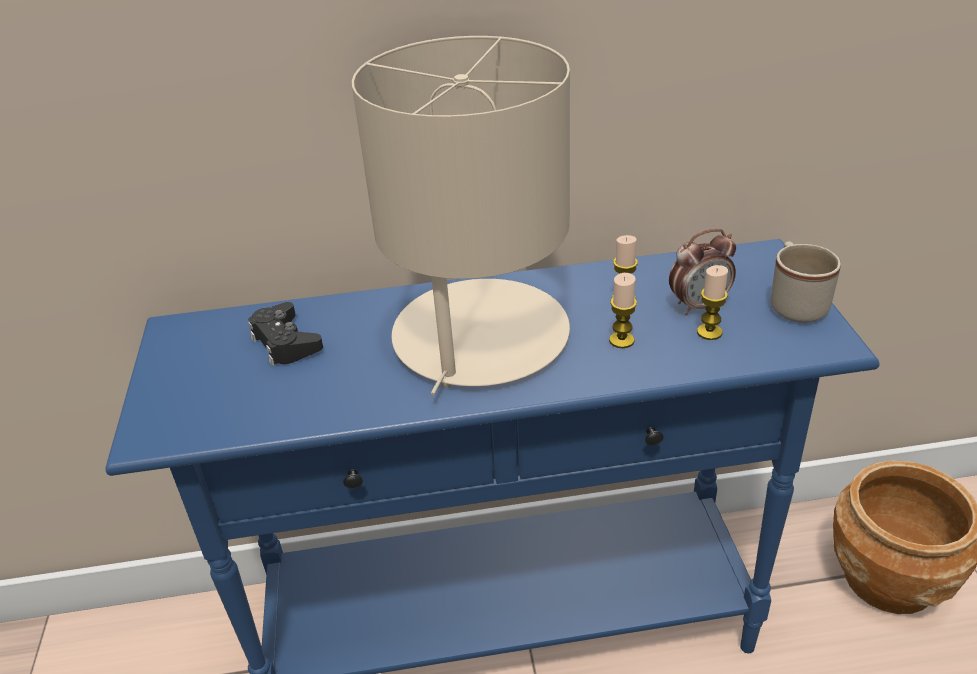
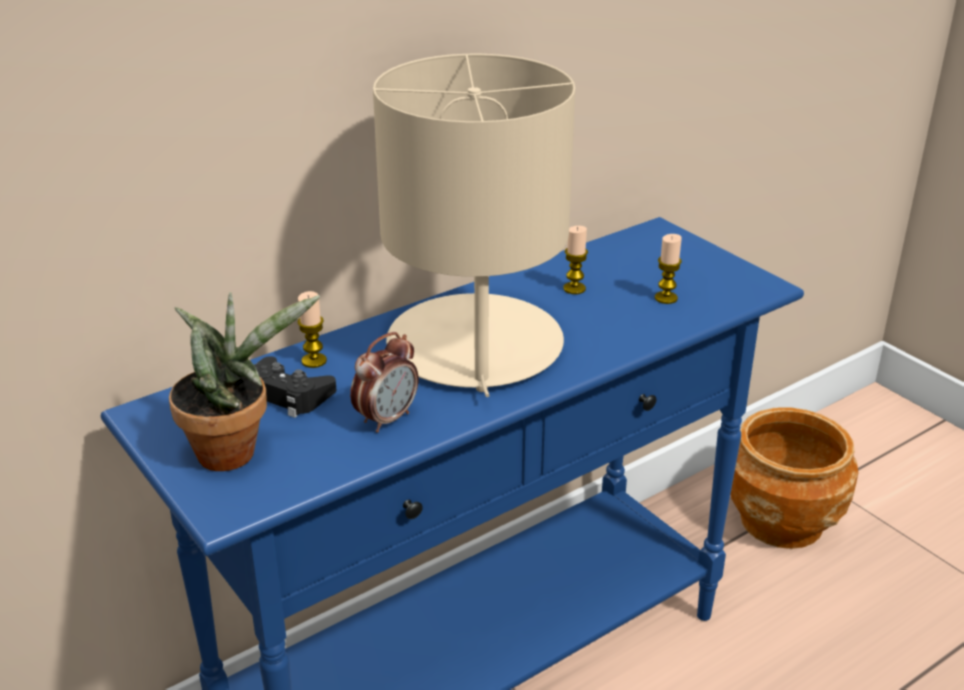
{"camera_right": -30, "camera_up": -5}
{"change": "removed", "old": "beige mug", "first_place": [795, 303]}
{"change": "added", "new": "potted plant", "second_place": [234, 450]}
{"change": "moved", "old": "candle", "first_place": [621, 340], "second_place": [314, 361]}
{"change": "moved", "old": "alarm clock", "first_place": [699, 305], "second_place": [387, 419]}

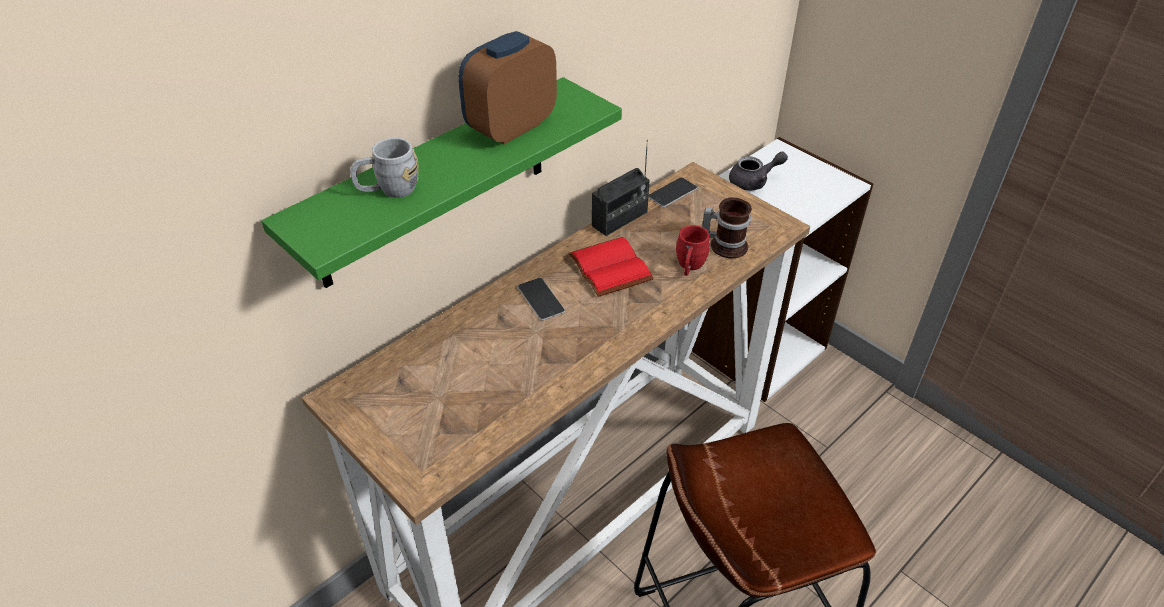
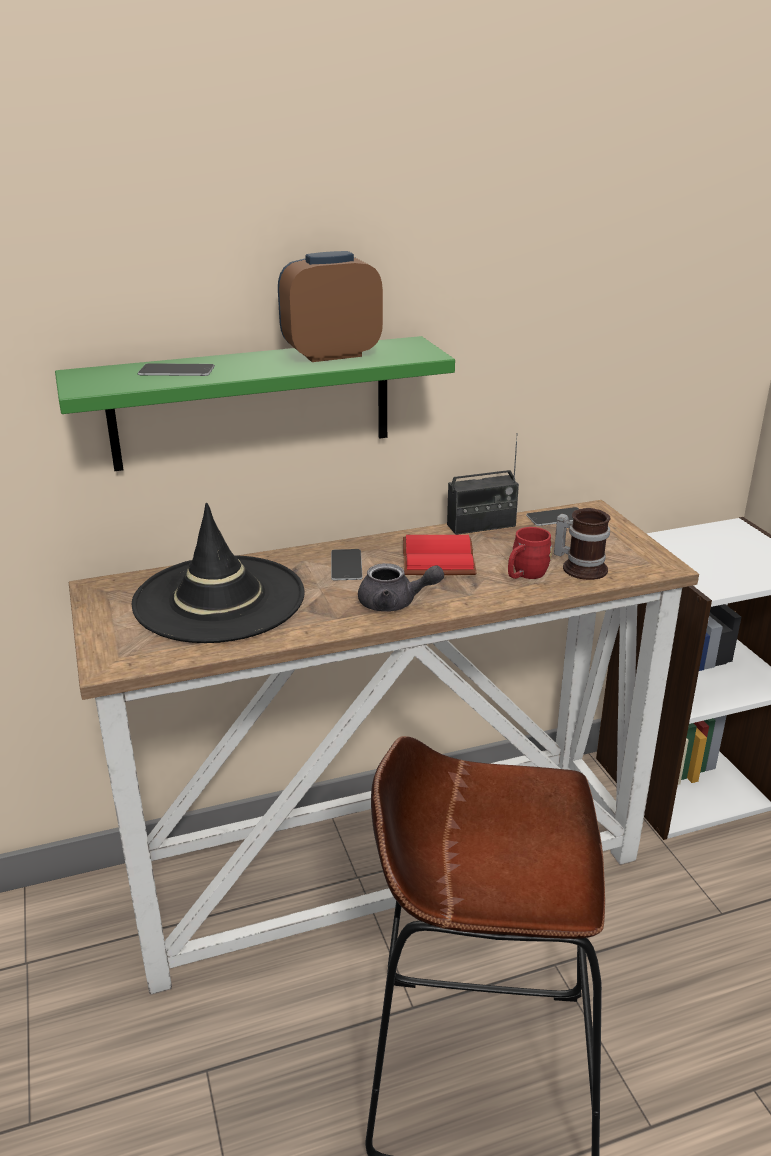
{"camera_right": 25, "camera_up": -15}
{"change": "added", "new": "black hat", "second_place": [219, 599]}
{"change": "moved", "old": "grey teapot", "first_place": [754, 182], "second_place": [395, 603]}
{"change": "replaced", "old": "grey mug", "new": "phone", "first_place": [389, 190], "second_place": [176, 370]}

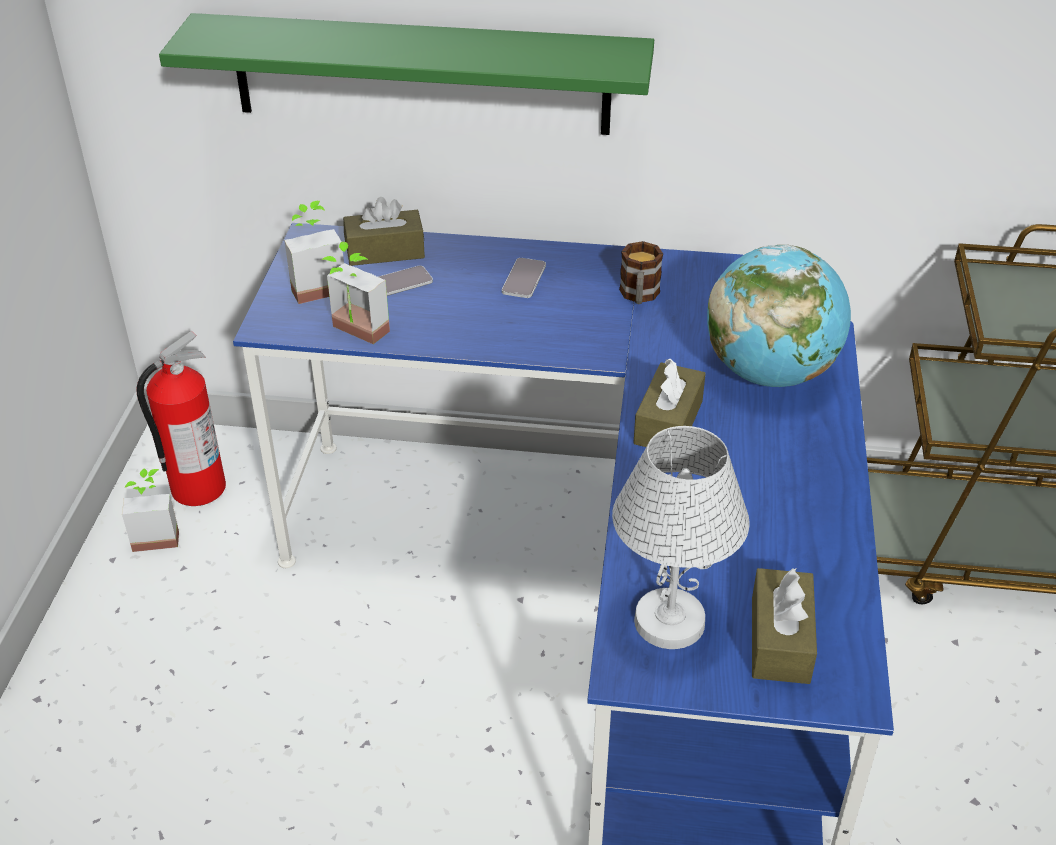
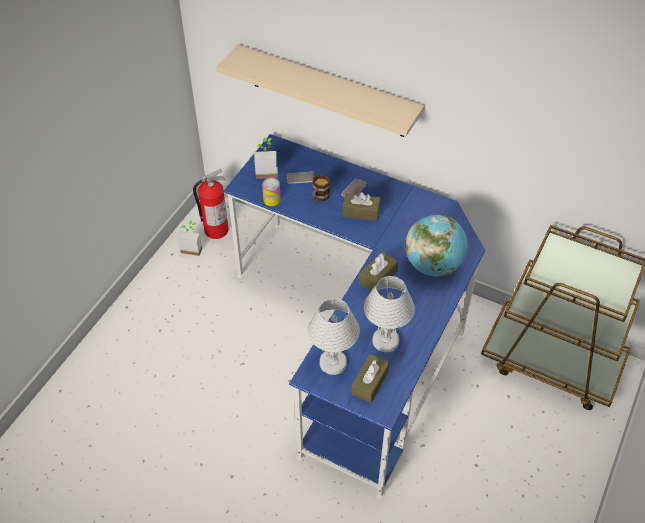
{"camera_right": 20, "camera_up": 10}
{"change": "added", "new": "white table lamp", "second_place": [386, 340]}
{"change": "moved", "old": "brown tissue box", "first_place": [385, 251], "second_place": [361, 212]}
{"change": "moved", "old": "mug", "first_place": [639, 296], "second_place": [319, 197]}
{"change": "replaced", "old": "potted plant", "new": "can", "first_place": [354, 334], "second_place": [272, 200]}
{"change": "recoloured", "old": "green shelf", "new": "beige shelf", "first_place": [421, 74], "second_place": [327, 92]}

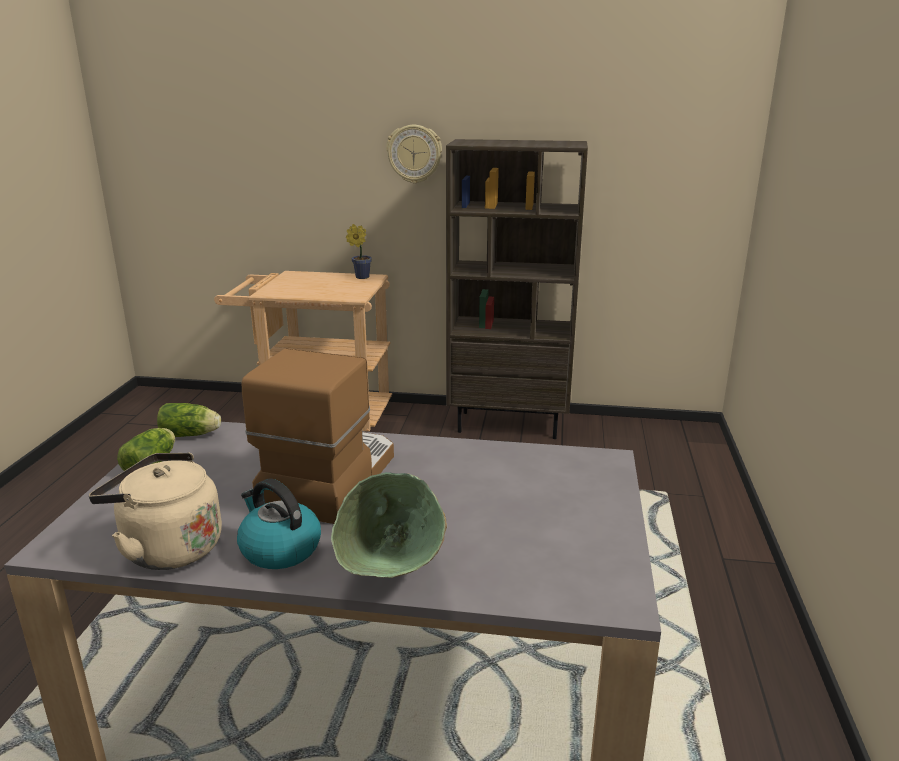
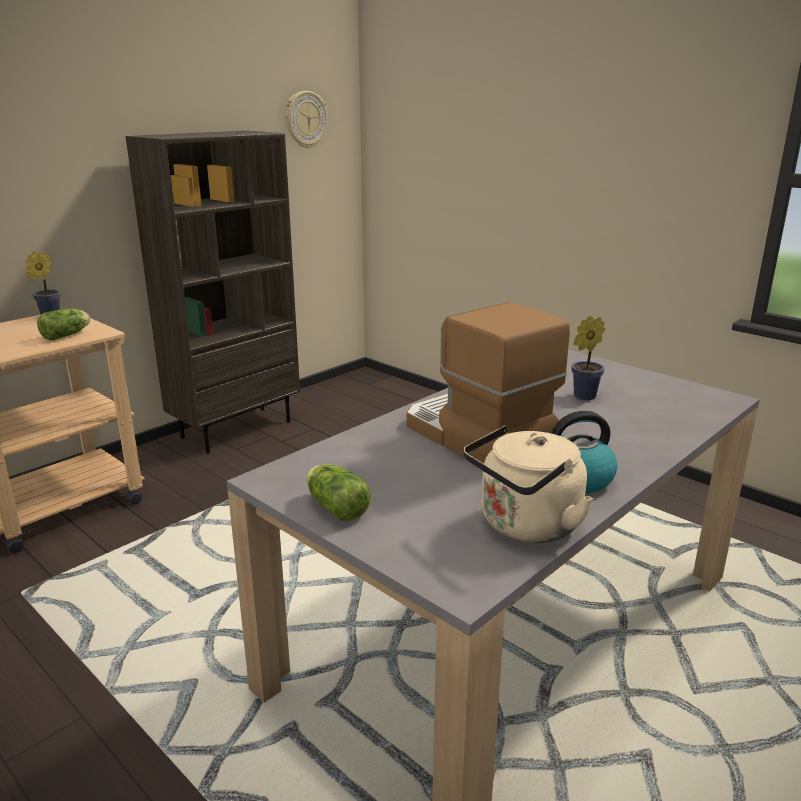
{"camera_right": -55, "camera_up": 0}
{"change": "removed", "old": "green bowl", "first_place": [395, 578]}
{"change": "added", "new": "potted plant", "second_place": [581, 396]}
{"change": "moved", "old": "lettuce", "first_place": [192, 435], "second_place": [67, 335]}
{"change": "moved", "old": "wall clock", "first_place": [414, 154], "second_place": [305, 119]}

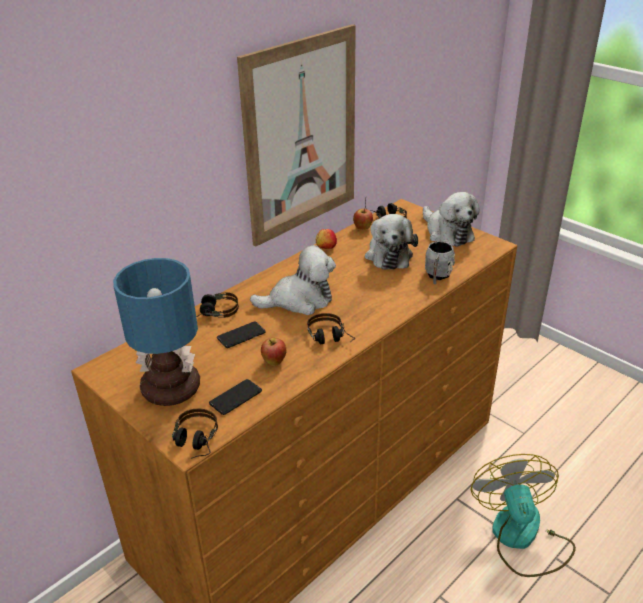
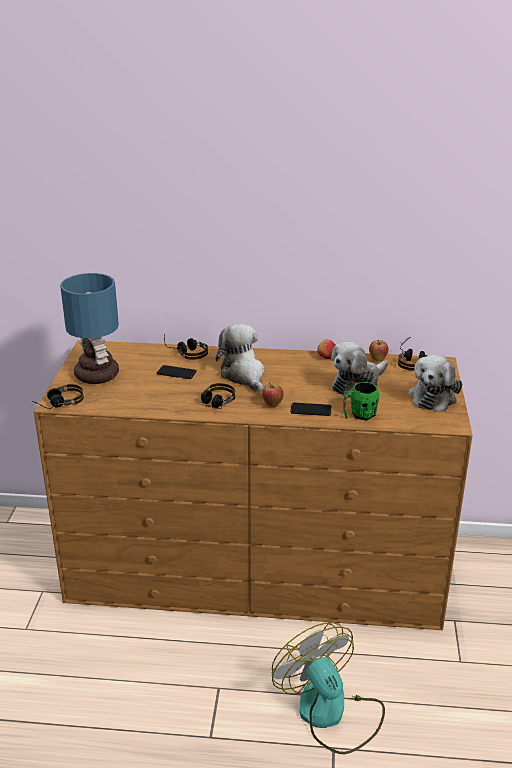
{"camera_right": 50, "camera_up": -5}
{"change": "removed", "old": "picture", "first_place": [301, 136]}
{"change": "moved", "old": "phone", "first_place": [235, 397], "second_place": [311, 410]}
{"change": "moved", "old": "apple", "first_place": [274, 362], "second_place": [272, 405]}
{"change": "recoloured", "old": "grey mug", "new": "green mug", "first_place": [437, 276], "second_place": [359, 415]}
{"change": "turned", "old": "plush toy", "first_place": [299, 300], "second_place": [243, 375], "degrees": -150}
{"change": "turned", "old": "fan", "first_place": [521, 537], "second_place": [331, 713], "degrees": -75}

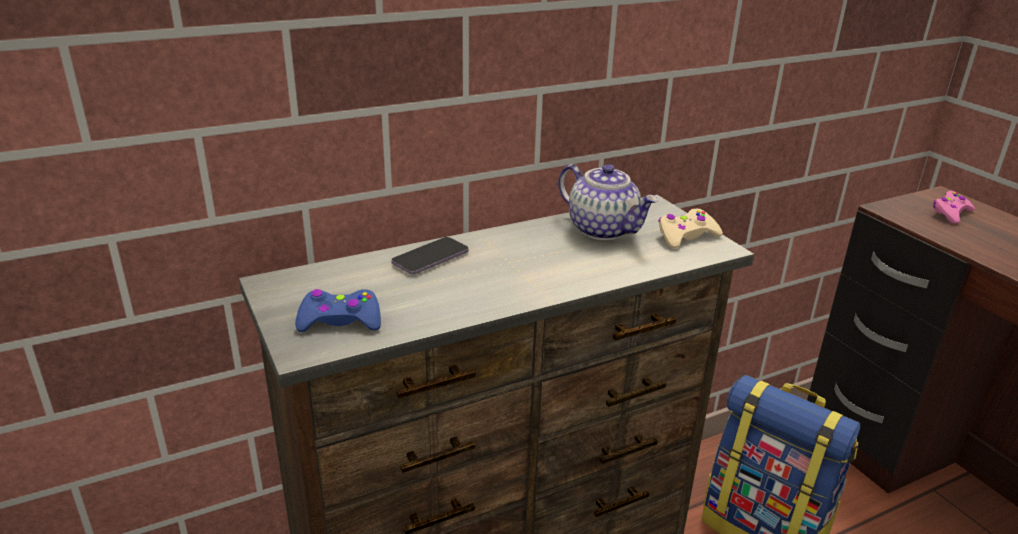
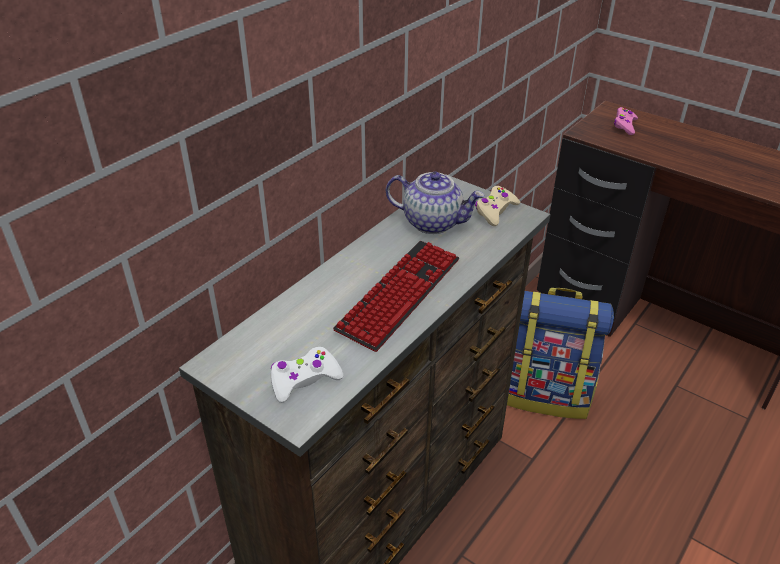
{"camera_right": -25, "camera_up": 10}
{"change": "removed", "old": "phone", "first_place": [430, 258]}
{"change": "added", "new": "keyboard", "second_place": [400, 295]}
{"change": "recoloured", "old": "blue game controller", "new": "white game controller", "first_place": [340, 321], "second_place": [304, 380]}

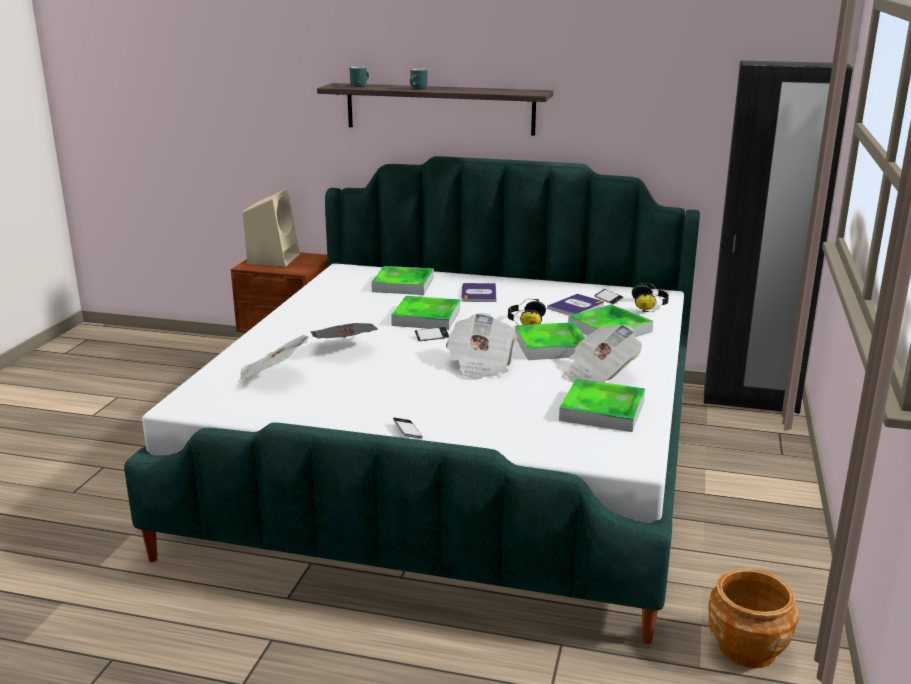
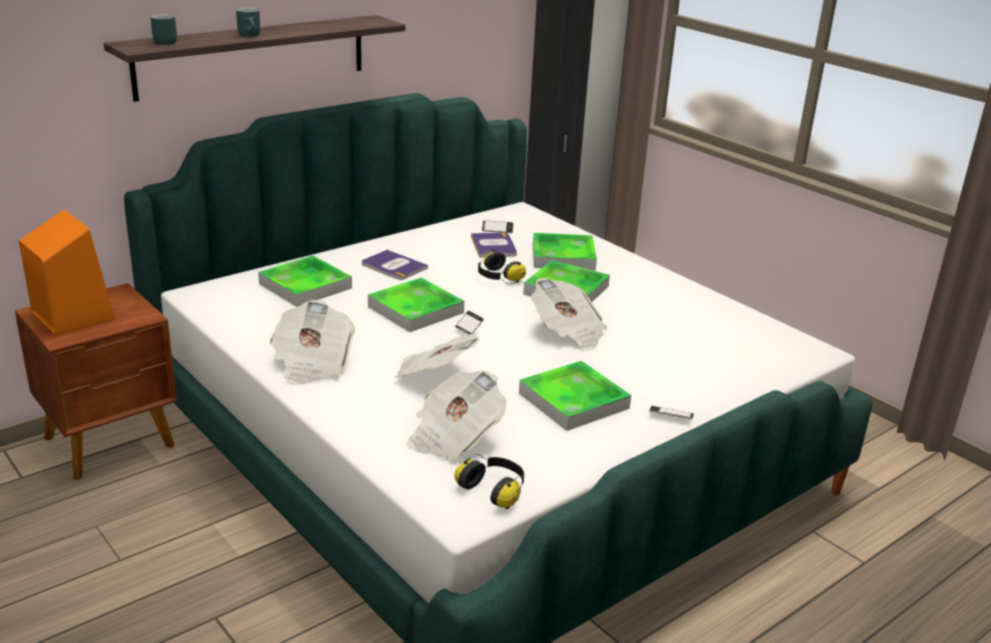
{"camera_right": -55, "camera_up": 5}
{"change": "removed", "old": "brown planter", "first_place": [747, 649]}
{"change": "moved", "old": "tray", "first_place": [602, 410], "second_place": [573, 400]}
{"change": "moved", "old": "newspaper", "first_place": [599, 374], "second_place": [312, 364]}
{"change": "moved", "old": "headphones", "first_place": [650, 306], "second_place": [494, 490]}
{"change": "recoloured", "old": "beige speaker", "new": "orange speaker", "first_place": [274, 259], "second_place": [71, 315]}

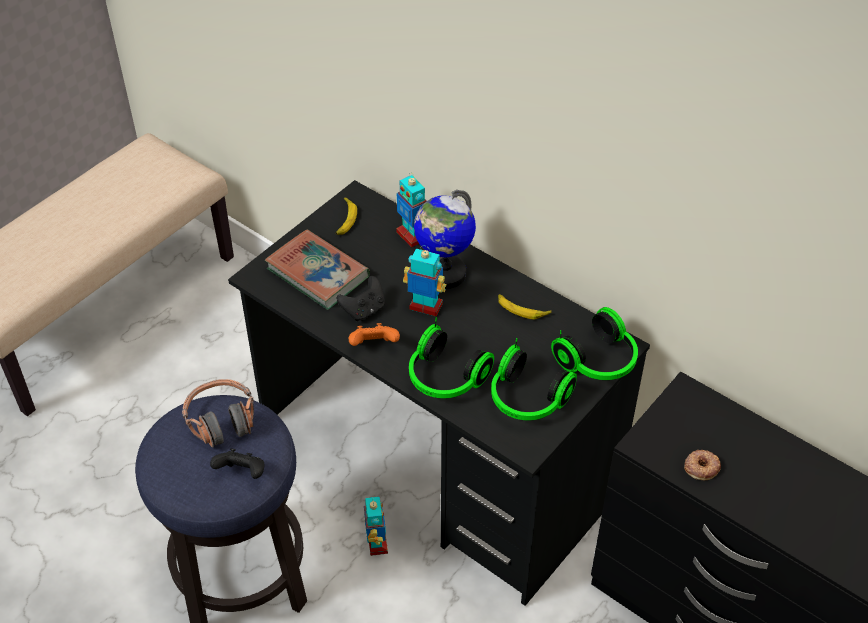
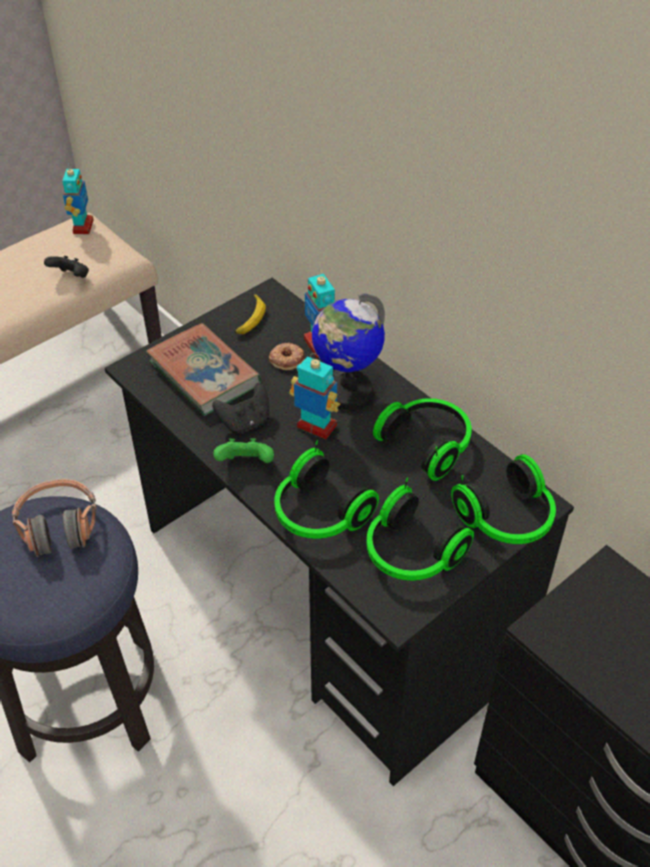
{"camera_right": 10, "camera_up": 0}
{"change": "moved", "old": "black game controller", "first_place": [242, 473], "second_place": [71, 277]}
{"change": "moved", "old": "toy robot", "first_place": [376, 543], "second_place": [82, 227]}
{"change": "moved", "old": "donut", "first_place": [701, 467], "second_place": [286, 359]}
{"change": "replaced", "old": "banana", "new": "headphones", "first_place": [522, 309], "second_place": [428, 445]}
{"change": "recoloured", "old": "orange game controller", "new": "green game controller", "first_place": [374, 346], "second_place": [246, 464]}

